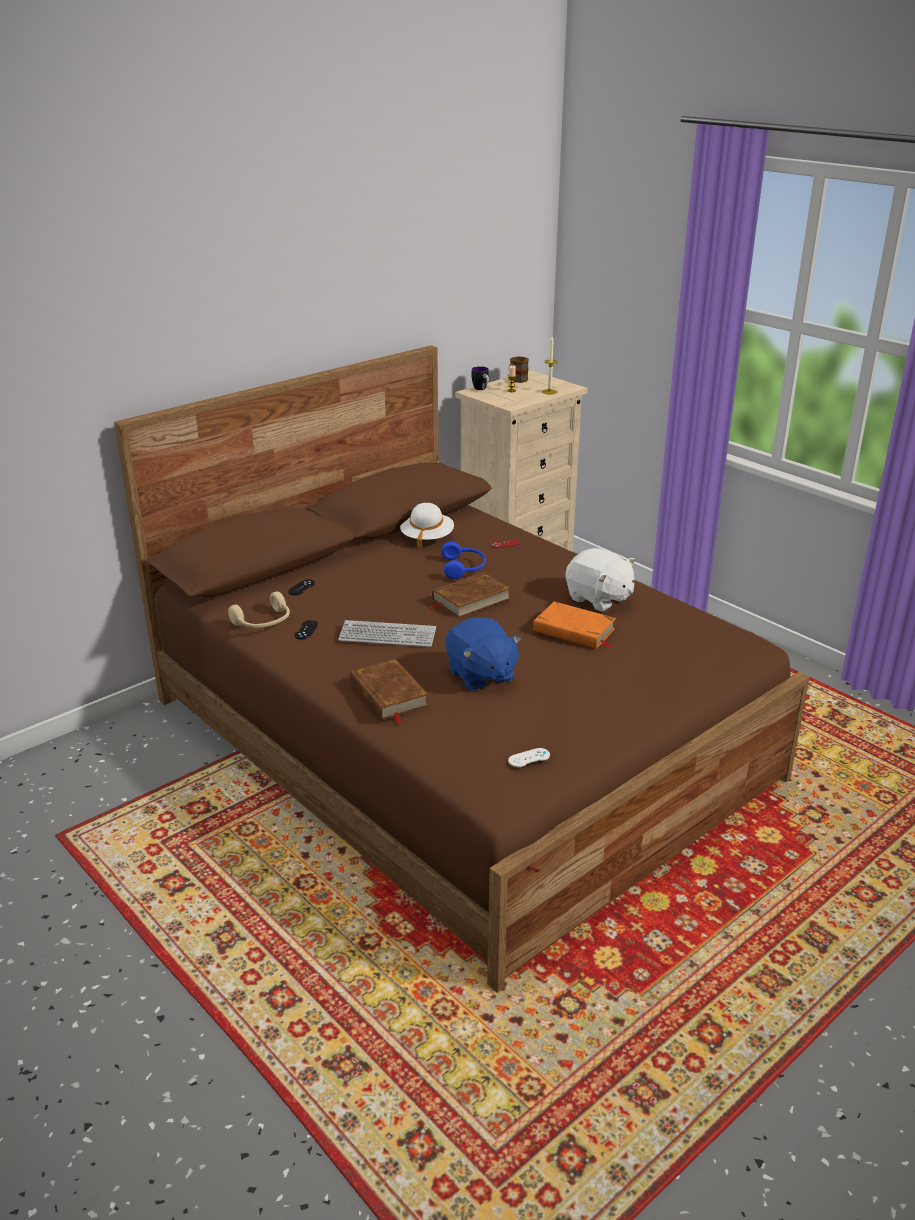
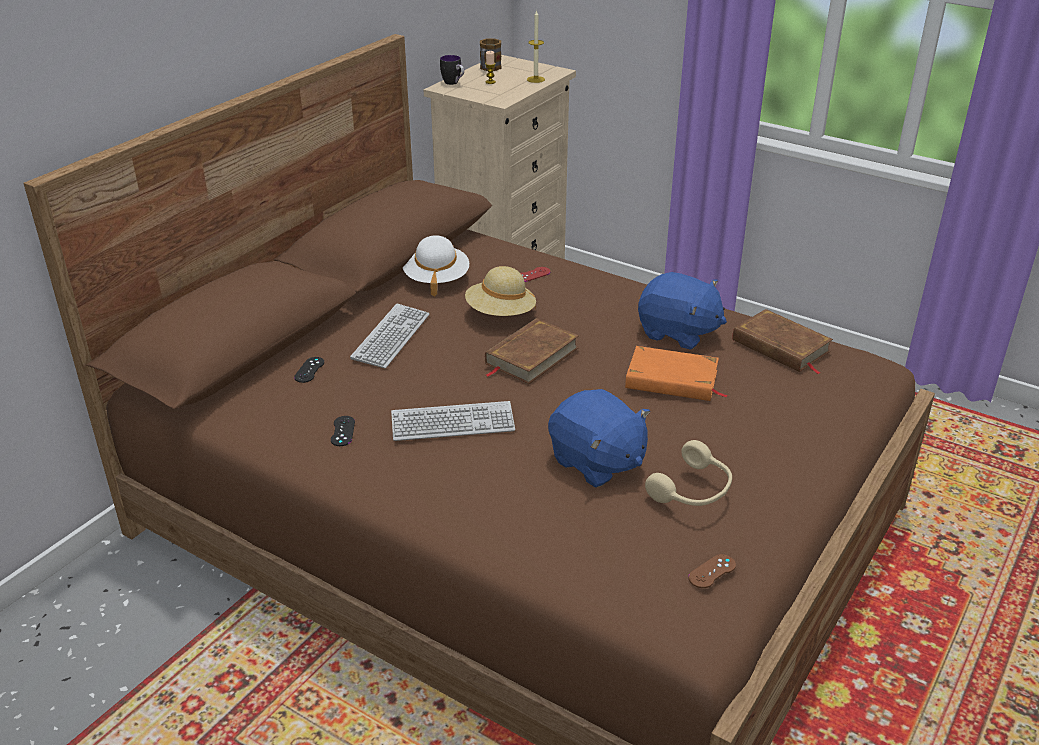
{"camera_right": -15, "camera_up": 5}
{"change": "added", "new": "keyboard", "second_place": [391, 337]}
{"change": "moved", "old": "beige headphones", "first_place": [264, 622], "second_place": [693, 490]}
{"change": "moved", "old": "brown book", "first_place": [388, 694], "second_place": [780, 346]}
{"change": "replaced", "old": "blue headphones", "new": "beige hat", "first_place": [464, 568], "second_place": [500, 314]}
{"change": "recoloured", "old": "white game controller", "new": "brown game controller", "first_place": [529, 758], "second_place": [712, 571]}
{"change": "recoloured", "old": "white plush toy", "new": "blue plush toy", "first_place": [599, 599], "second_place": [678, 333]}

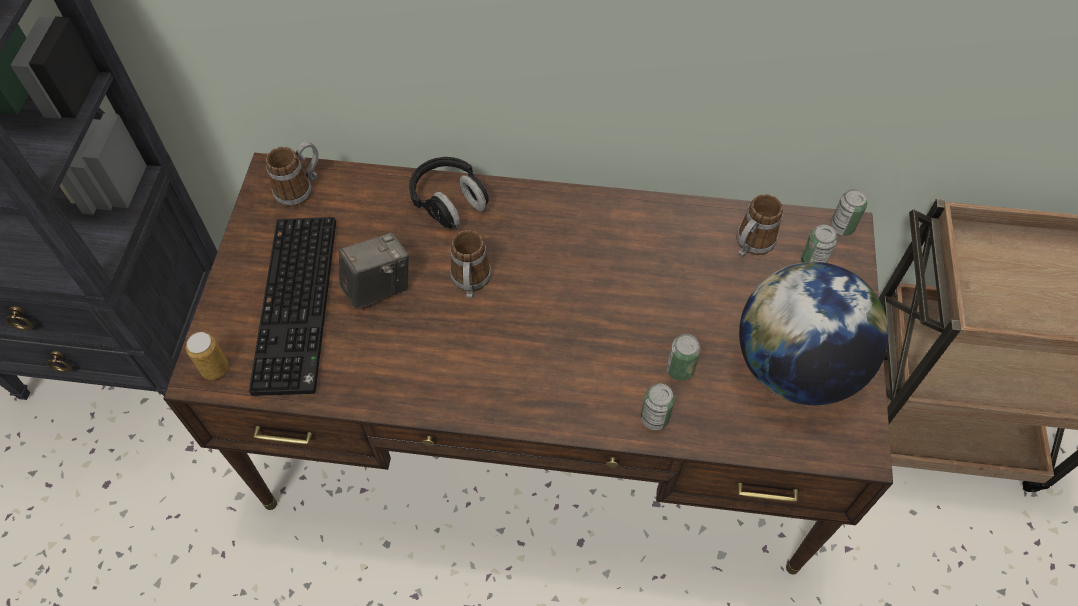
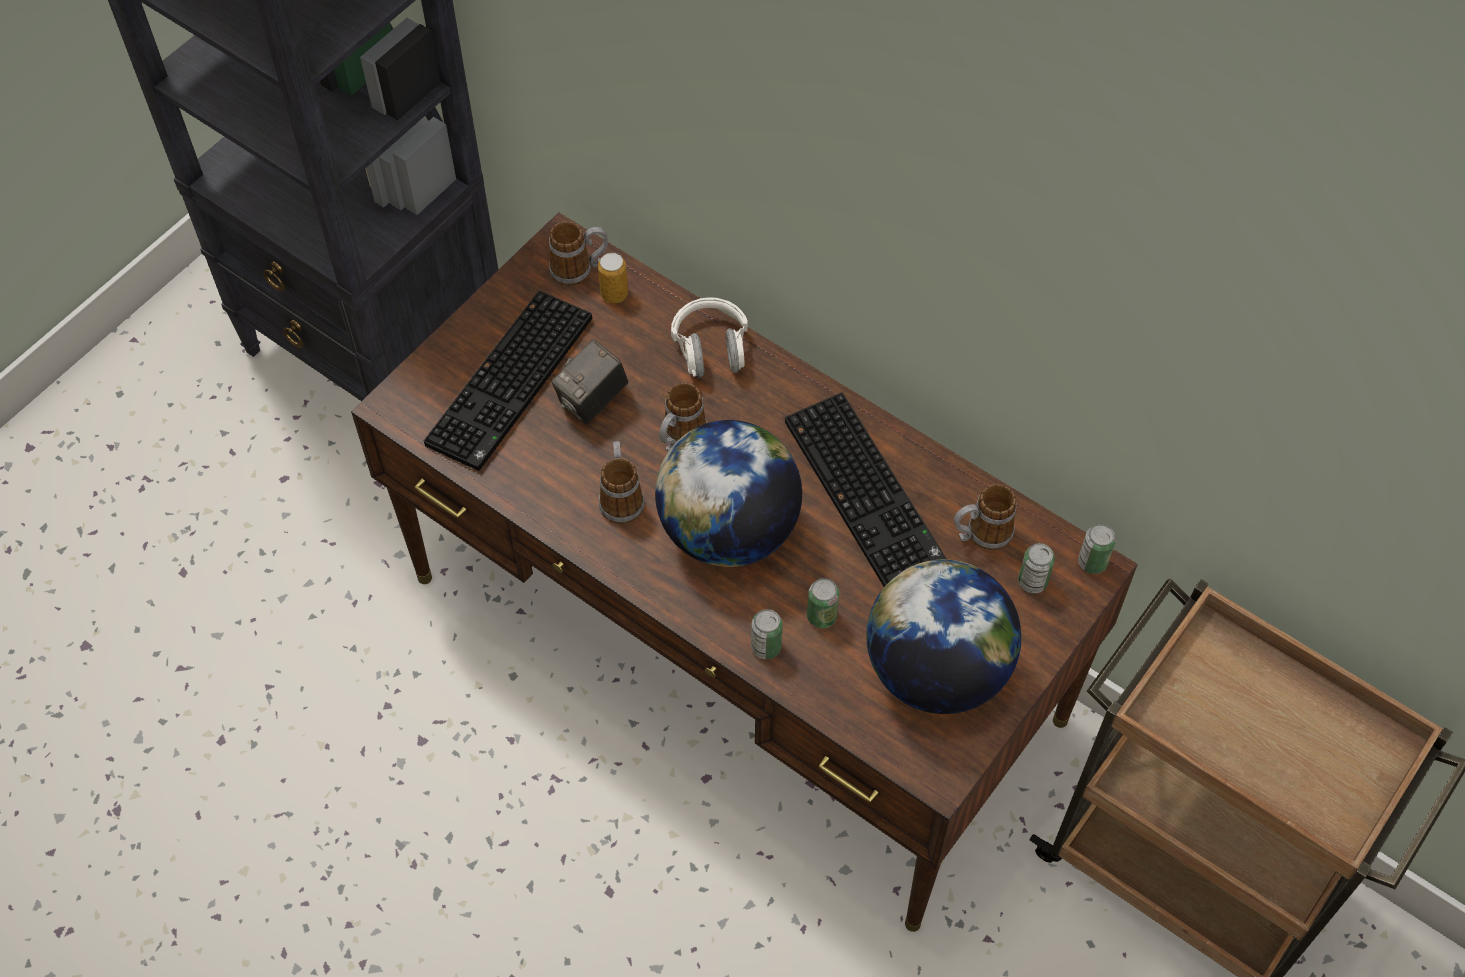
{"camera_right": 30, "camera_up": 0}
{"change": "added", "new": "mug", "second_place": [621, 497]}
{"change": "added", "new": "globe", "second_place": [728, 530]}
{"change": "added", "new": "keyboard", "second_place": [868, 492]}
{"change": "moved", "old": "can", "first_place": [215, 368], "second_place": [614, 294]}
{"change": "recoloured", "old": "black headphones", "new": "white headphones", "first_place": [449, 203], "second_place": [711, 349]}
{"change": "turned", "old": "photo camera", "first_place": [378, 287], "second_place": [592, 401], "degrees": 135}

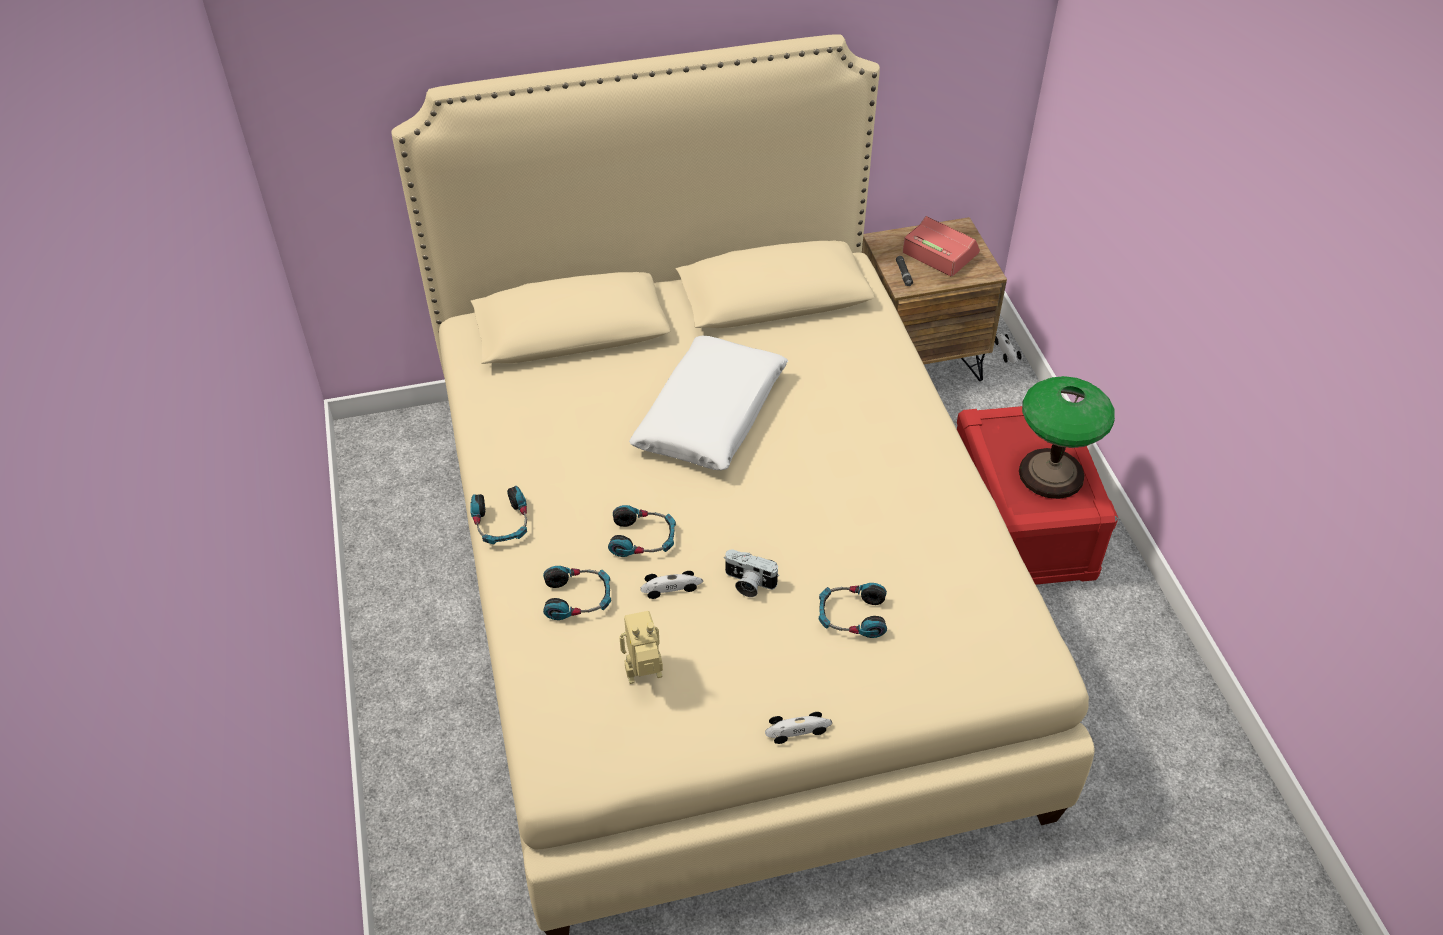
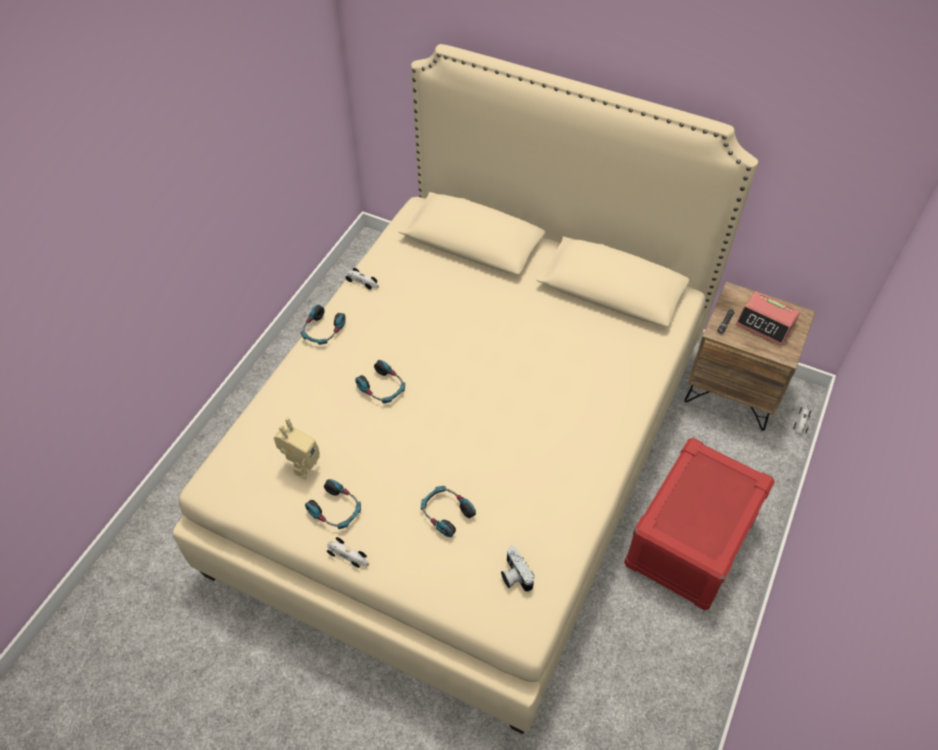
{"camera_right": 40, "camera_up": 5}
{"change": "removed", "old": "white pillow", "first_place": [711, 415]}
{"change": "removed", "old": "table lamp", "first_place": [1050, 474]}
{"change": "moved", "old": "headphones", "first_place": [578, 598], "second_place": [336, 510]}
{"change": "moved", "old": "toy car", "first_place": [672, 587], "second_place": [362, 282]}
{"change": "moved", "old": "photo camera", "first_place": [748, 583], "second_place": [514, 575]}
{"change": "turned", "old": "toy robot", "first_place": [645, 678], "second_place": [301, 466], "degrees": 90}
{"change": "turned", "old": "alarm clock", "first_place": [939, 253], "second_place": [766, 323], "degrees": 135}

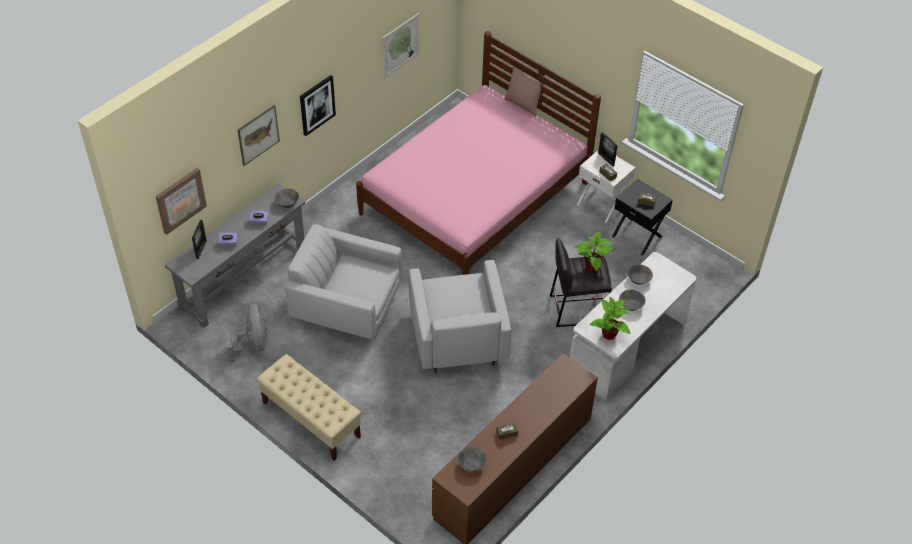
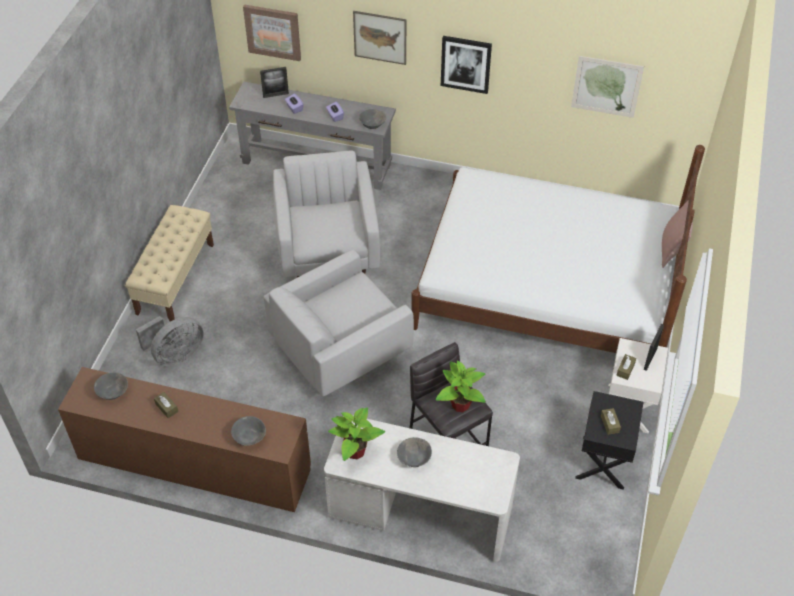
{"camera_right": 65, "camera_up": 0}
{"change": "moved", "old": "grey fan", "first_place": [252, 344], "second_place": [175, 355]}
{"change": "moved", "old": "grey bowl", "first_place": [638, 279], "second_place": [249, 437]}
{"change": "recoloured", "old": "pink bed", "new": "white bed", "first_place": [474, 198], "second_place": [546, 289]}

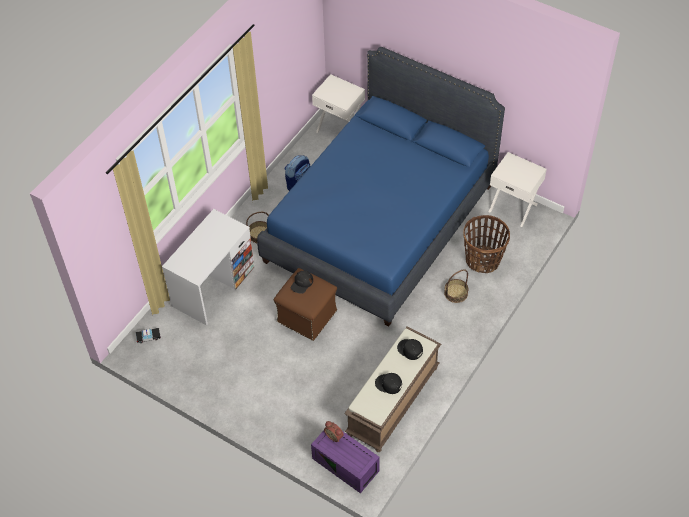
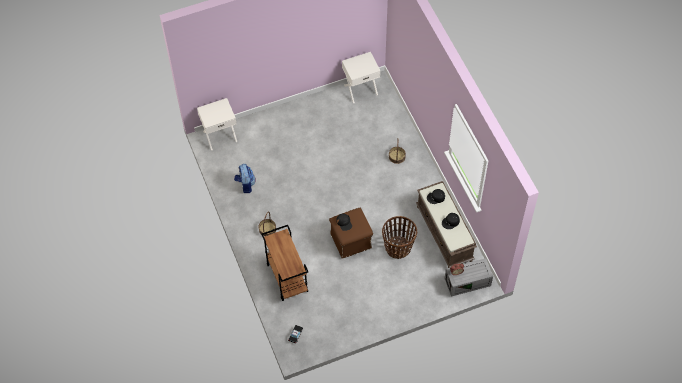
{"camera_right": -55, "camera_up": 5}
{"change": "removed", "old": "blue bed", "first_place": [380, 223]}
{"change": "moved", "old": "basket", "first_place": [483, 260], "second_place": [398, 247]}
{"change": "replaced", "old": "white desk", "new": "brown cart", "first_place": [213, 286], "second_place": [286, 277]}
{"change": "recoloured", "old": "purple storage box", "new": "grey storage box", "first_place": [347, 464], "second_place": [468, 281]}

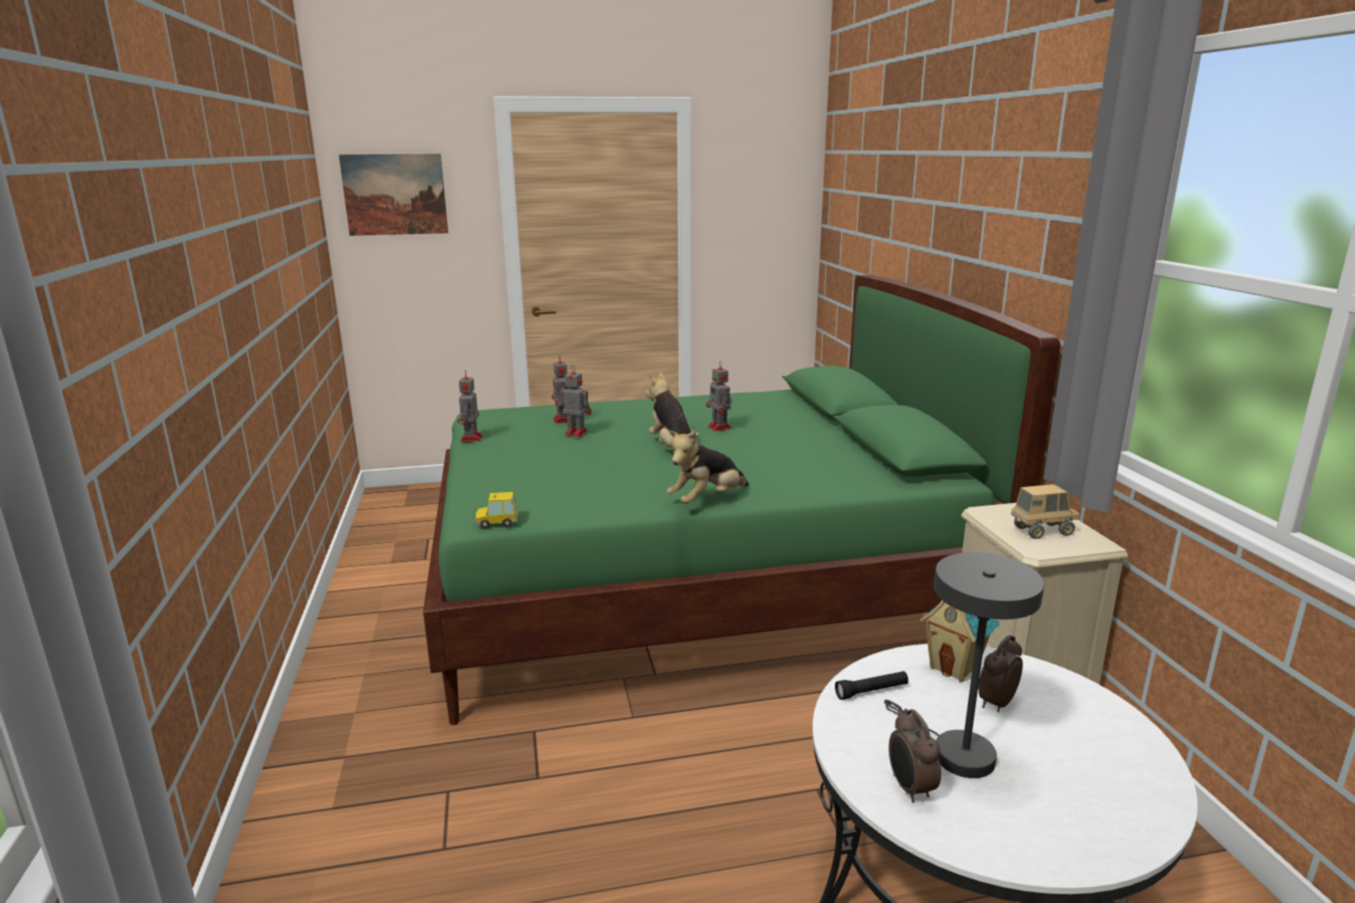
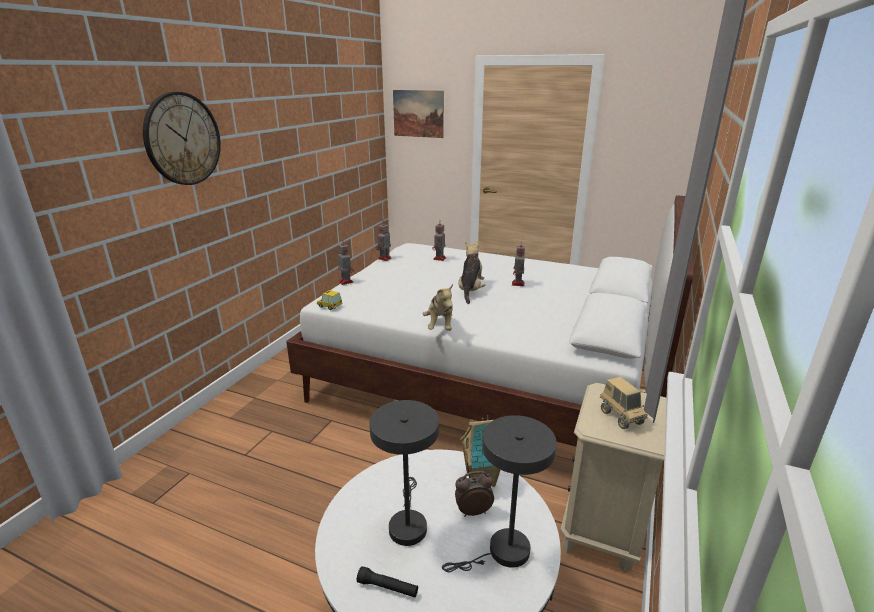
{"camera_right": 35, "camera_up": 5}
{"change": "removed", "old": "alarm clock", "first_place": [909, 788]}
{"change": "added", "new": "wall clock", "second_place": [182, 139]}
{"change": "added", "new": "grey table lamp", "second_place": [503, 553]}
{"change": "moved", "old": "toy robot", "first_place": [575, 433], "second_place": [345, 281]}
{"change": "moved", "old": "black flashlight", "first_place": [871, 691], "second_place": [387, 587]}
{"change": "recoloured", "old": "green bed", "new": "white bed", "first_place": [697, 589], "second_place": [488, 379]}
{"change": "turned", "old": "plush toy", "first_place": [707, 500], "second_place": [440, 326], "degrees": -90}
{"change": "turned", "old": "toy truck", "first_place": [1042, 531], "second_place": [620, 417], "degrees": 45}

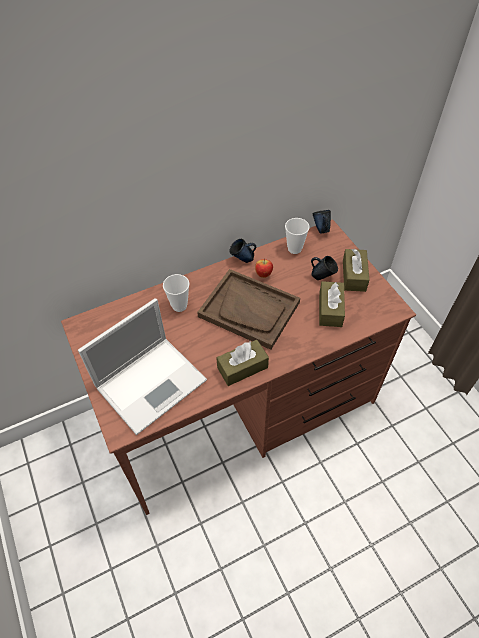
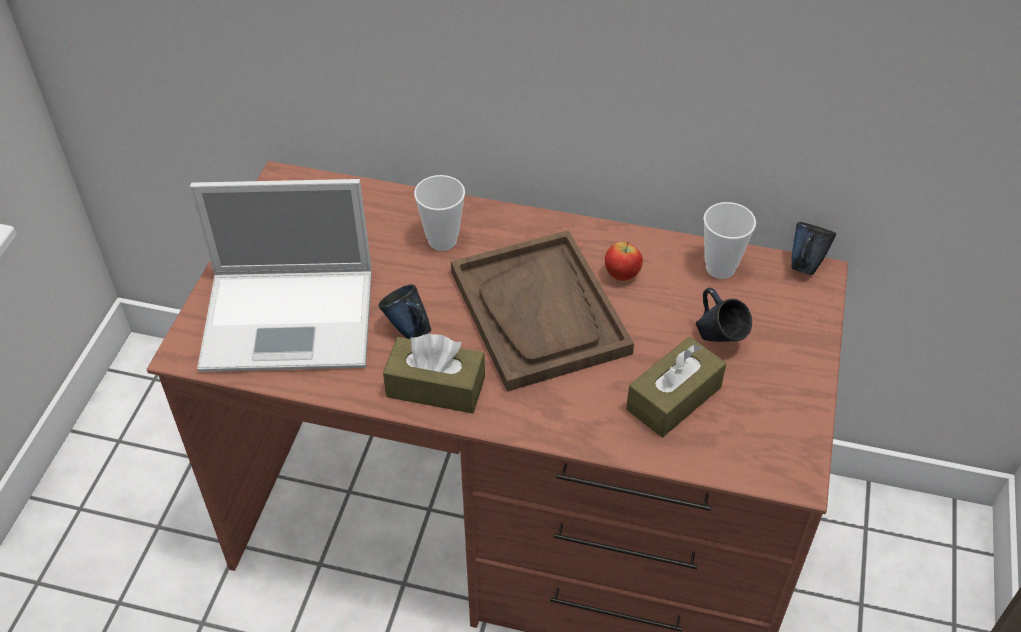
{"camera_right": 40, "camera_up": -5}
{"change": "removed", "old": "brown tissue box", "first_place": [354, 275]}
{"change": "moved", "old": "blue mug", "first_place": [243, 260], "second_place": [408, 331]}

